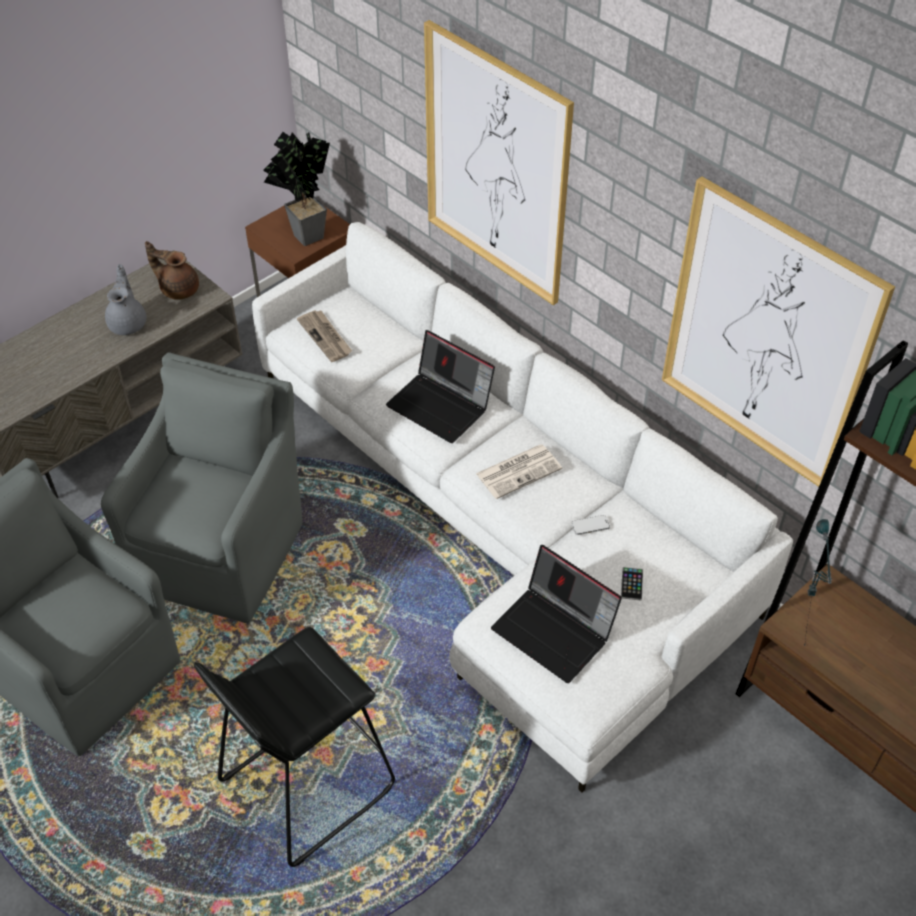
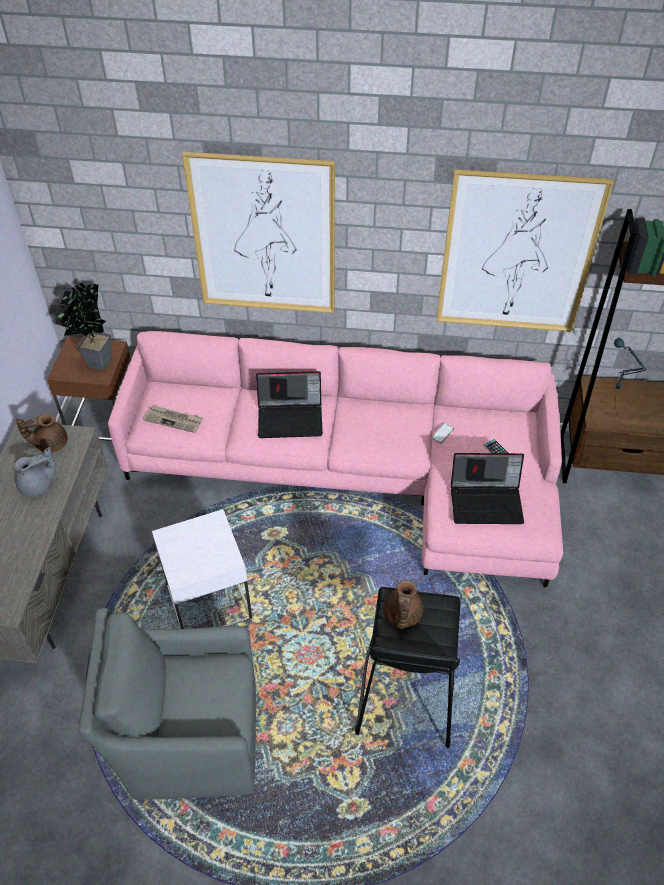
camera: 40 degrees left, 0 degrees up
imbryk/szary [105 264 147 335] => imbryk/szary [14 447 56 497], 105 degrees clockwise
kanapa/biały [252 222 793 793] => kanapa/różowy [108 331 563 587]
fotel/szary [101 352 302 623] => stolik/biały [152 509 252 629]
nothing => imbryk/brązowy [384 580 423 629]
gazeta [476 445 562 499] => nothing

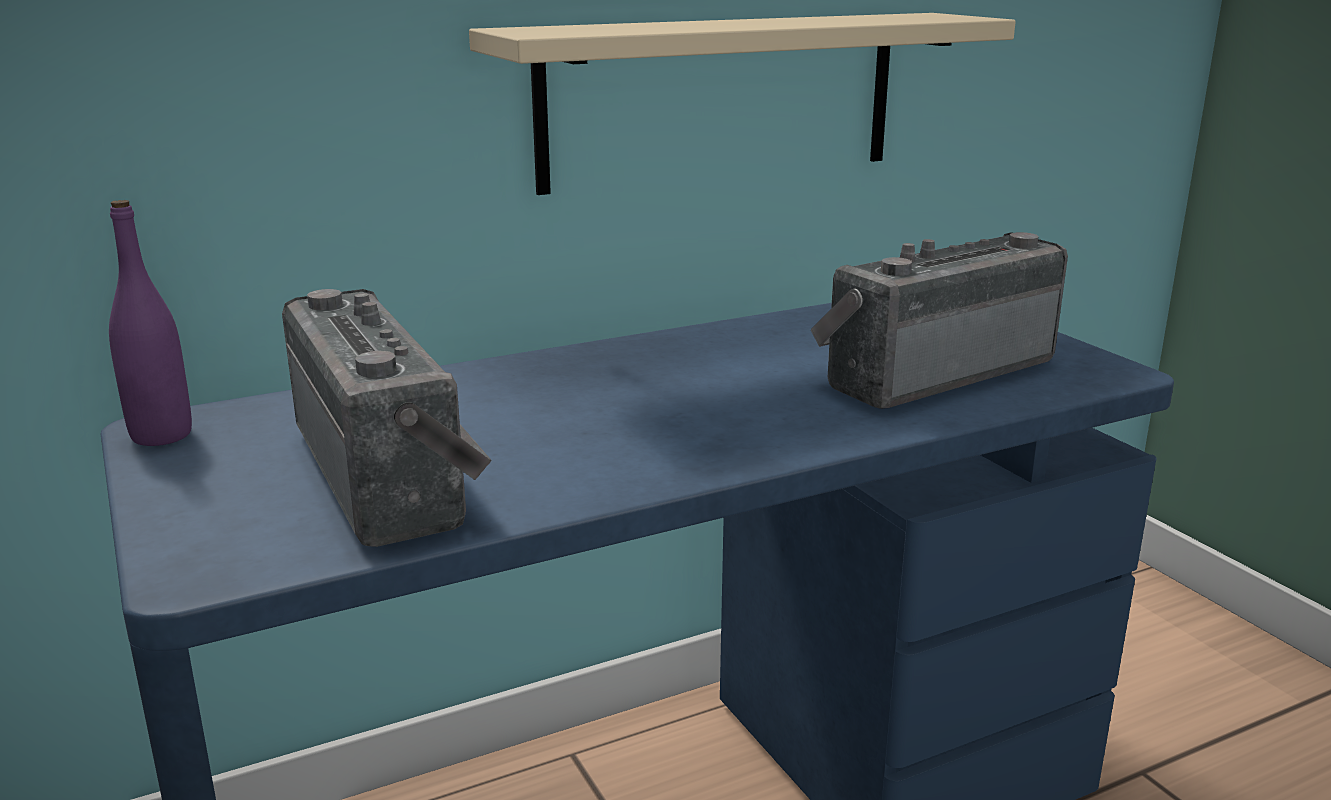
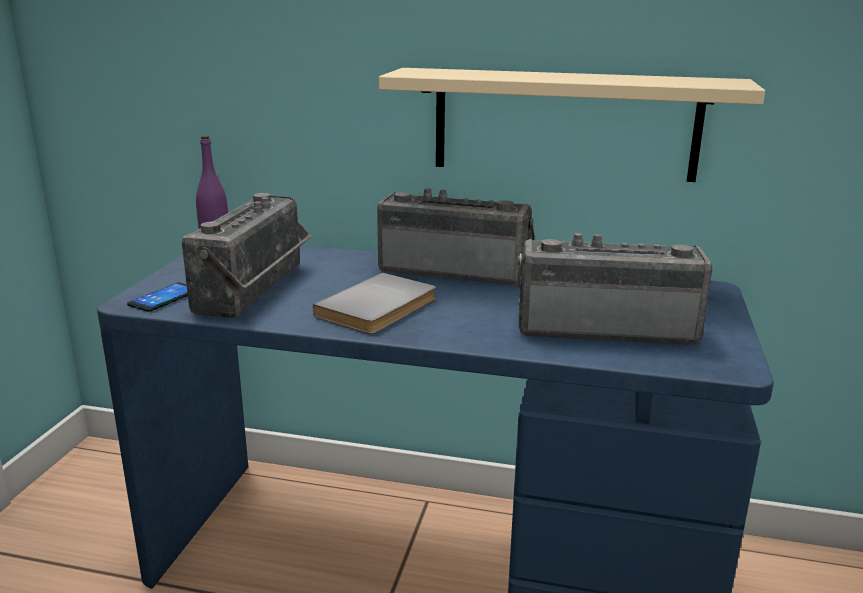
camera: 40 degrees right, 0 degrees up
nothing => telefon [127 282 188 312]
nothing => książka/szary [313 273 436 334]
nothing => radio [377 189 535 286]

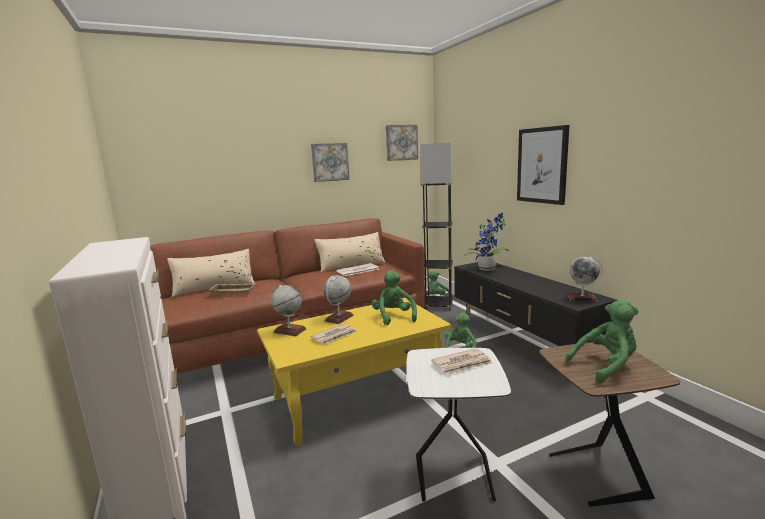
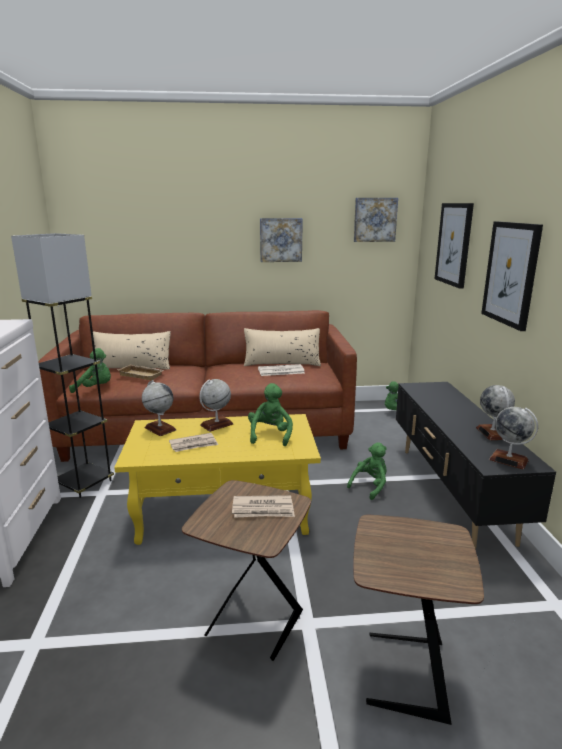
camera: 20 degrees right, 5 degrees up
lampa stojąca/szary [420 143 453 311] => lampa stojąca/szary [11 233 114 498], move
pluszak/zielony [566 299 639 383] => pluszak/zielony [69 348 111 393], move
stolik/biały [406 348 511 502] => stolik/brązowy [182 480 311 661]
nothing => obraz [435 203 474 289]
nothing => globus [476 385 515 440]
roślina doniczkowa [464 213 509 271] => nothing

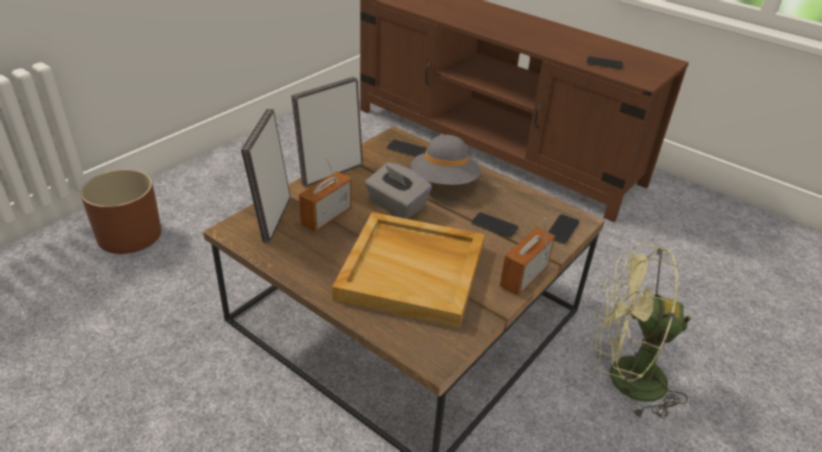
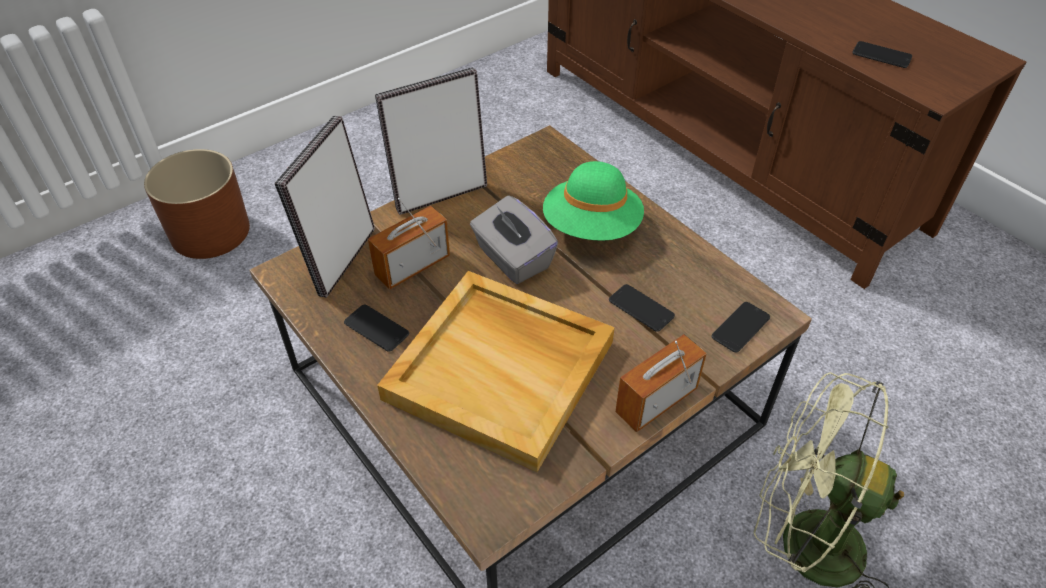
camera: 15 degrees right, 10 degrees up
telefon [387 140 427 157] => telefon [344 305 409 352], move
kapelusz/szary [411 135 481 185] => kapelusz/zielony [543 161 644 241]

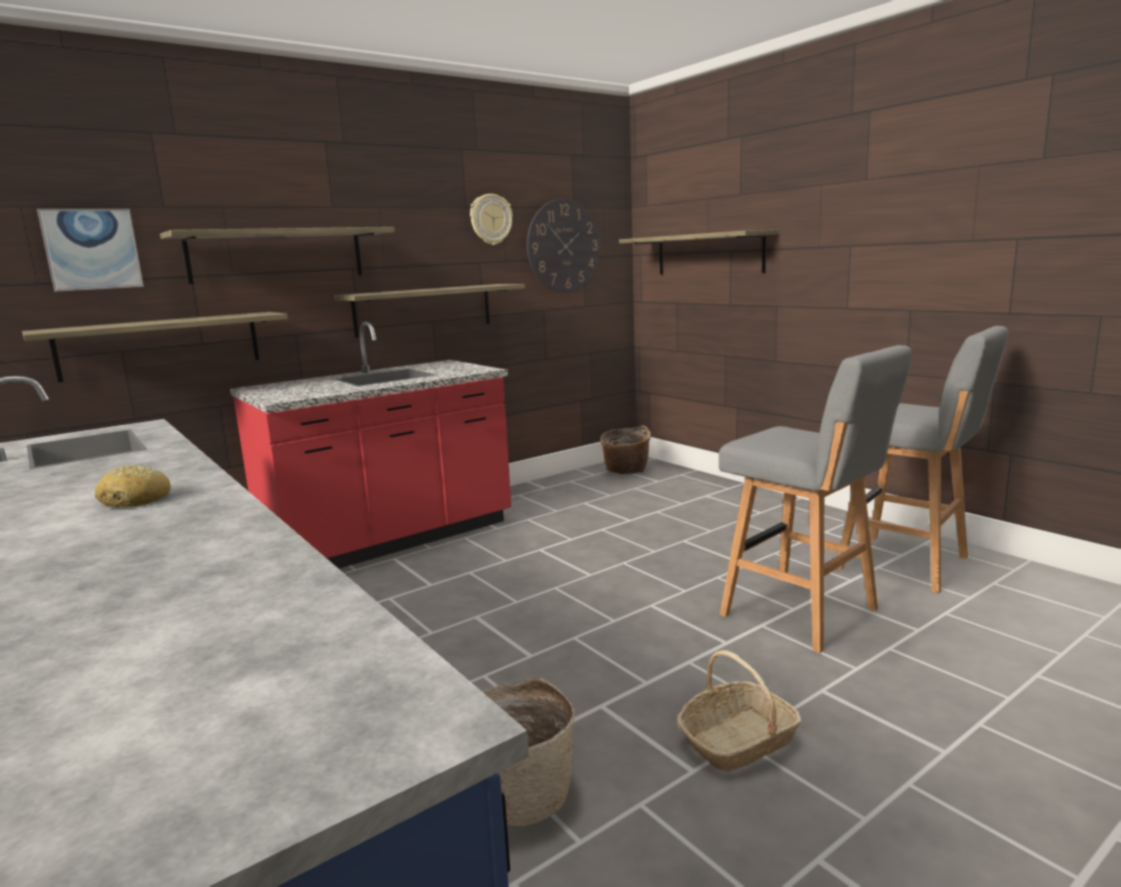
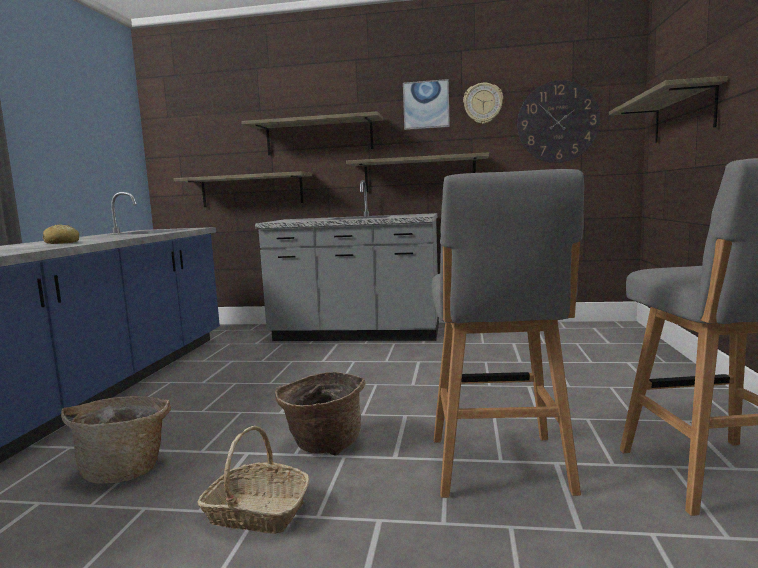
camera: 45 degrees right, 5 degrees down
zabudowa kuchenna/czerwony [230 321 511 569] => zabudowa kuchenna/szary [255 180 439 341]
koszyk [600 426 651 474] => koszyk [275 372 366 455], move
obraz [37 209 144 292] => obraz [403 79 450 130], move

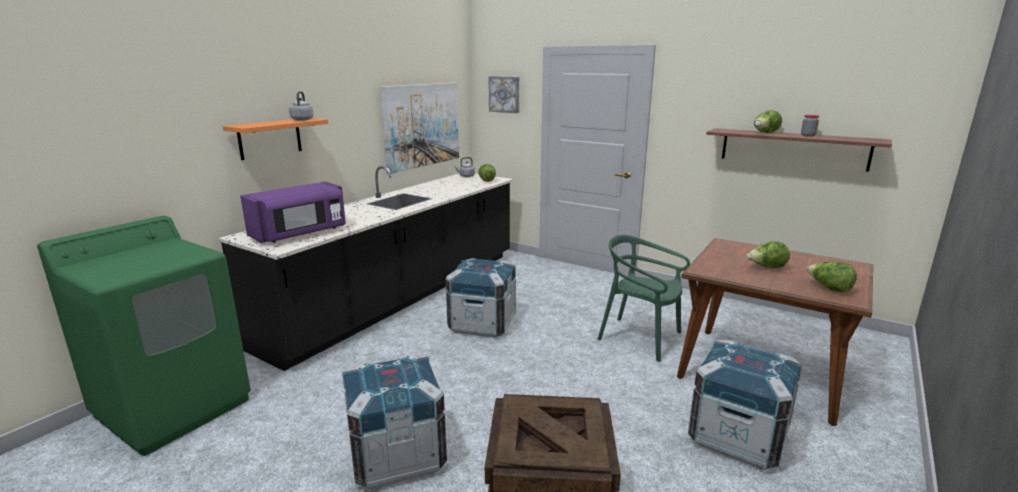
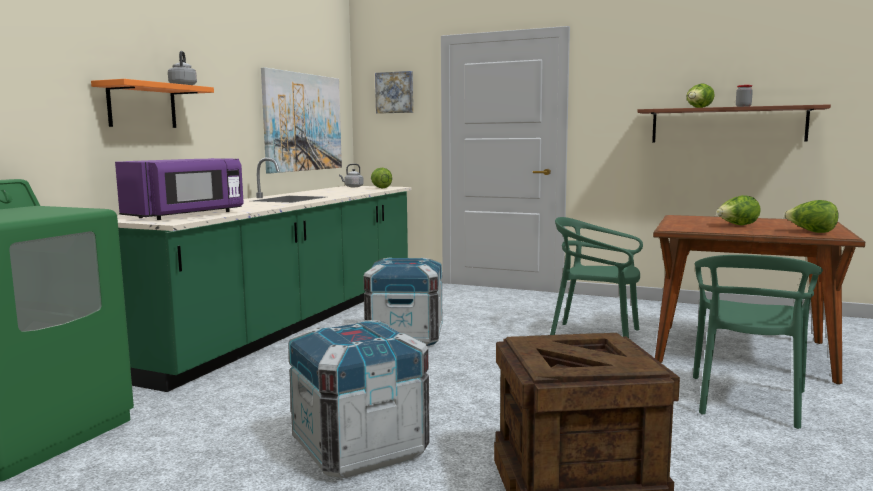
camera: 10 degrees left, 10 degrees down
zabudowa kuchenna/czarny [219 166 514 371] => zabudowa kuchenna/zielony [117 158 411 392]
skrzynka [688 340 802 469] => krzesło/zielony [693 255 823 429]

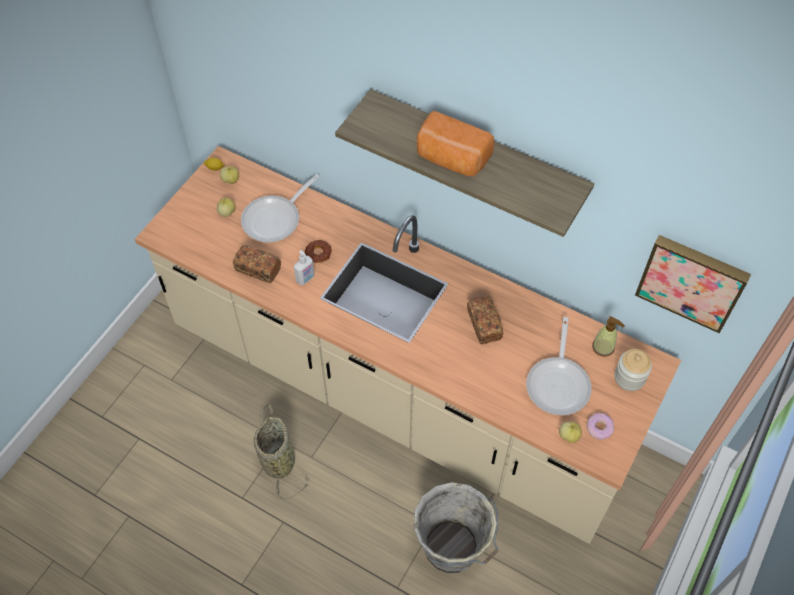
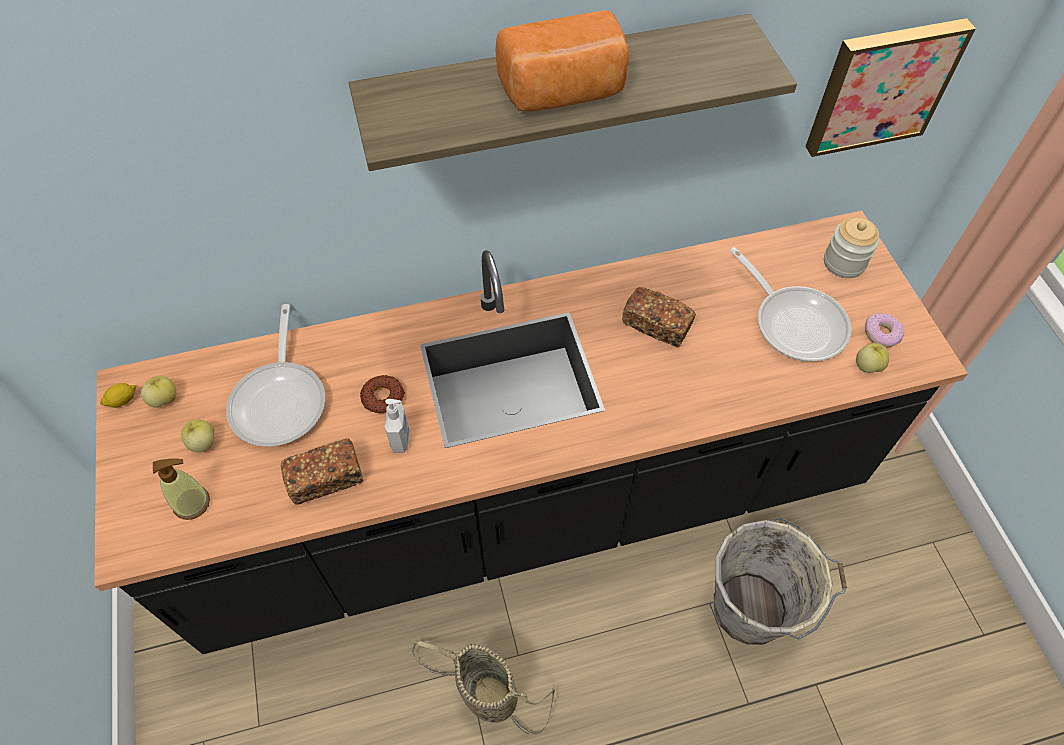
camera: 45 degrees left, 0 degrees up
zabudowa kuchenna/beżowy [135 146 681 544] => zabudowa kuchenna/czarny [94 211 968 654]
dozownik mydła [592 316 625 357] => dozownik mydła [153 458 210 520], move

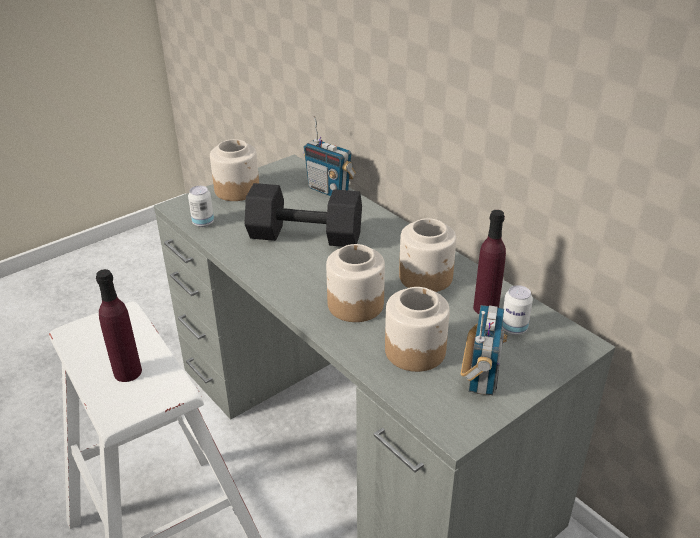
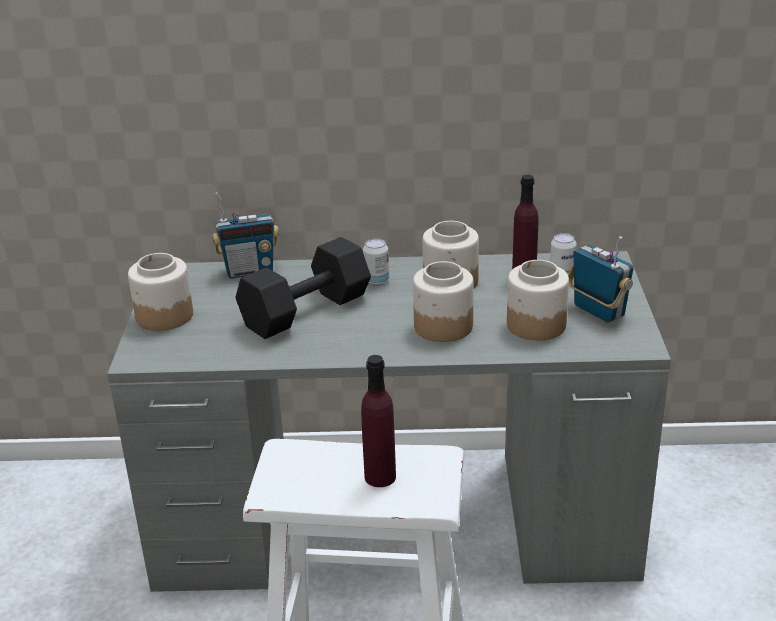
camera: 50 degrees left, 5 degrees down
puszka [188 186 214 227] => puszka [363 238 389 286], move

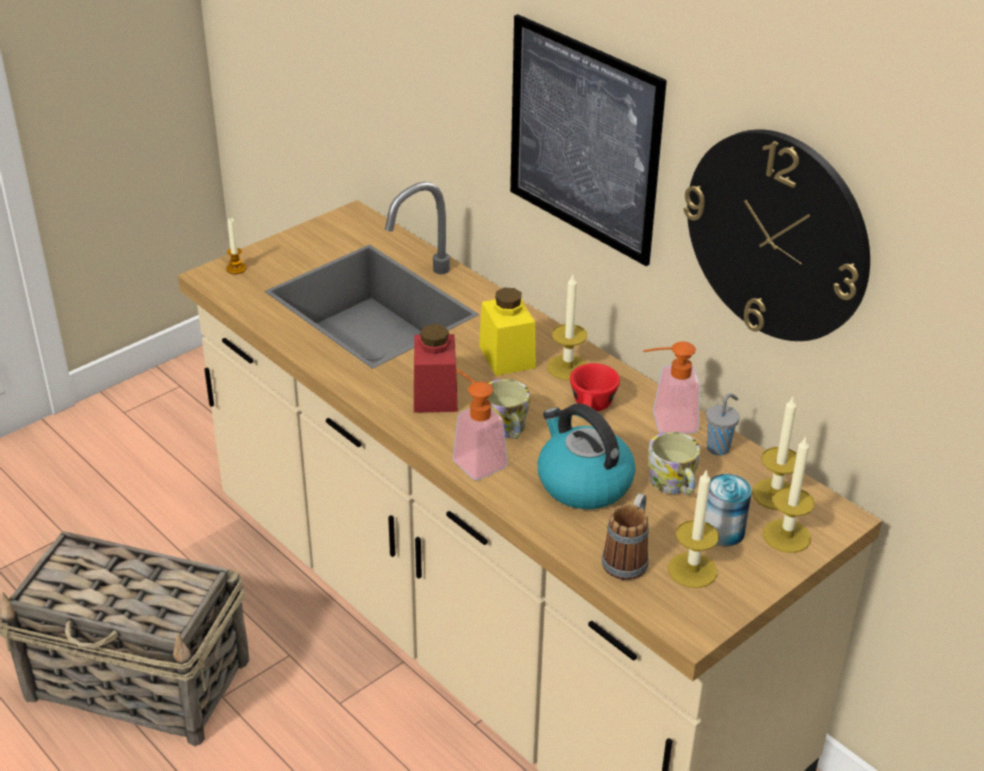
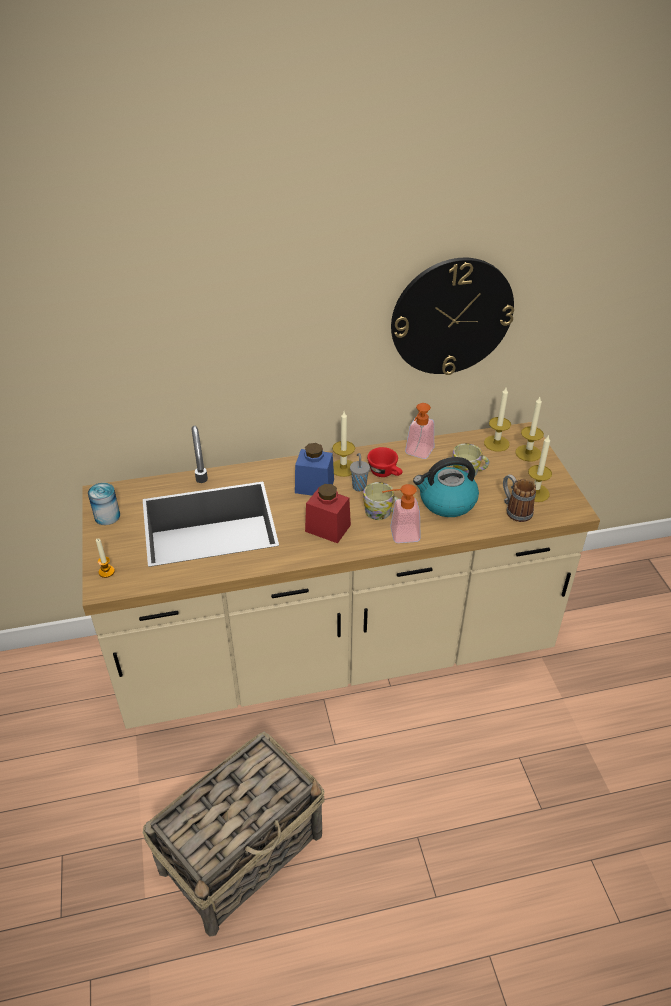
camera: 60 degrees left, 5 degrees up
puszka [705 474 752 547] => puszka [88 483 120 525], move
słoik/żółty [479 288 536 376] => słoik/niebieski [295 443 334 495]
filiżanka/szary [706 393 740 456] => filiżanka/szary [350 453 370 491], move
obraz [510 14 667 266] => nothing

